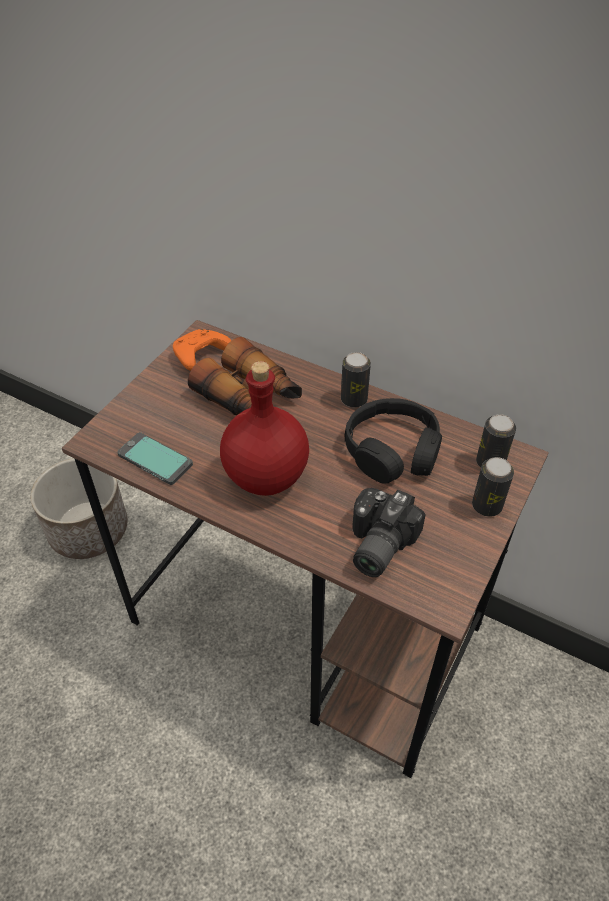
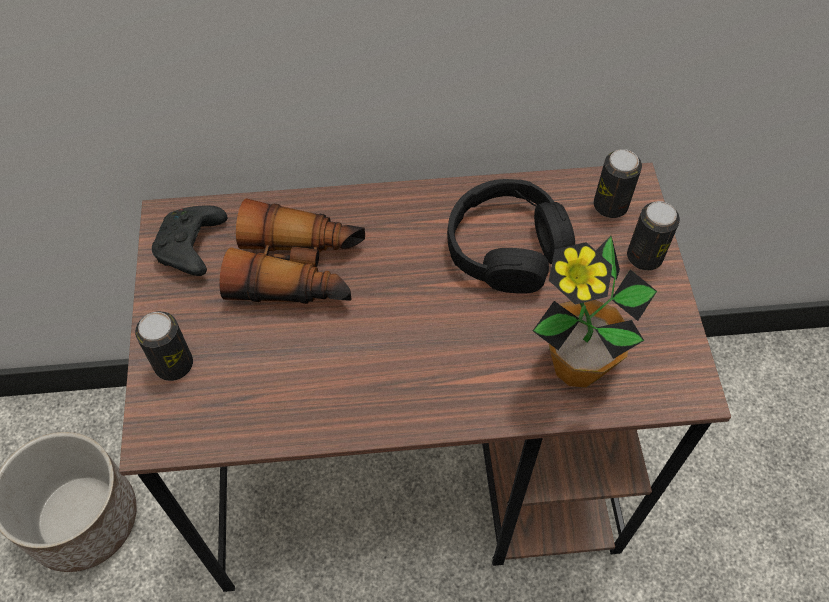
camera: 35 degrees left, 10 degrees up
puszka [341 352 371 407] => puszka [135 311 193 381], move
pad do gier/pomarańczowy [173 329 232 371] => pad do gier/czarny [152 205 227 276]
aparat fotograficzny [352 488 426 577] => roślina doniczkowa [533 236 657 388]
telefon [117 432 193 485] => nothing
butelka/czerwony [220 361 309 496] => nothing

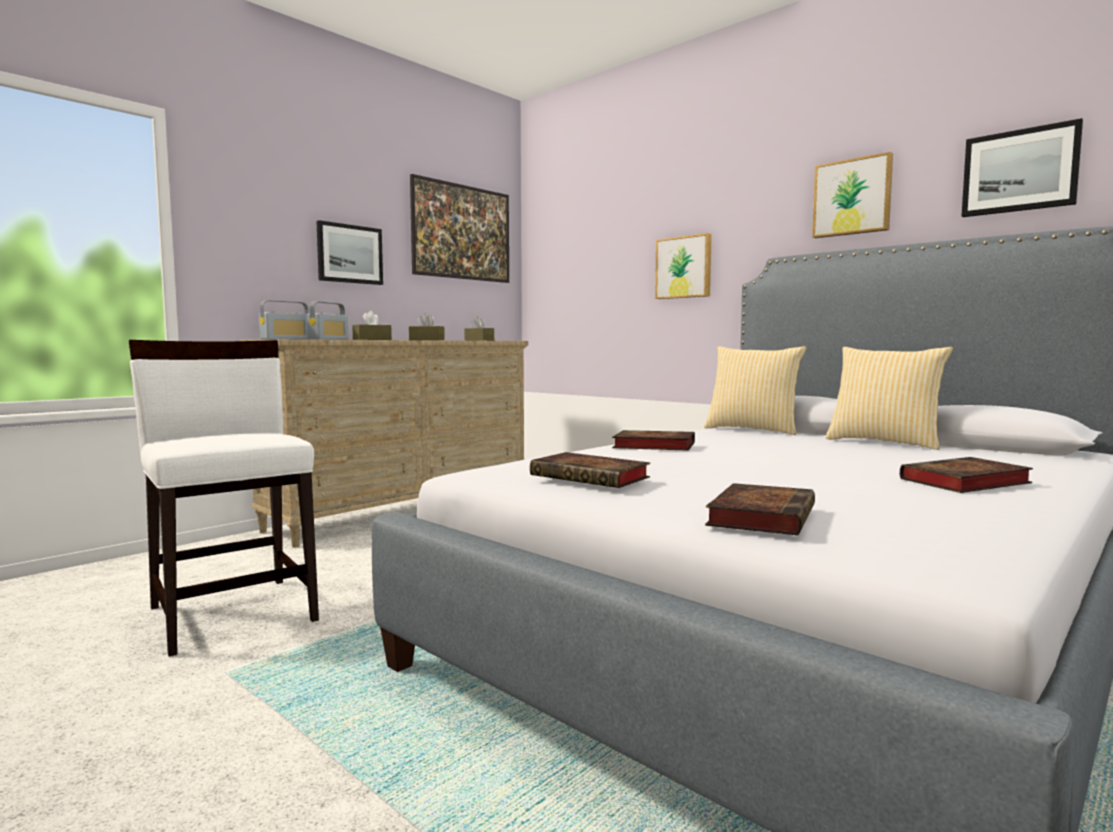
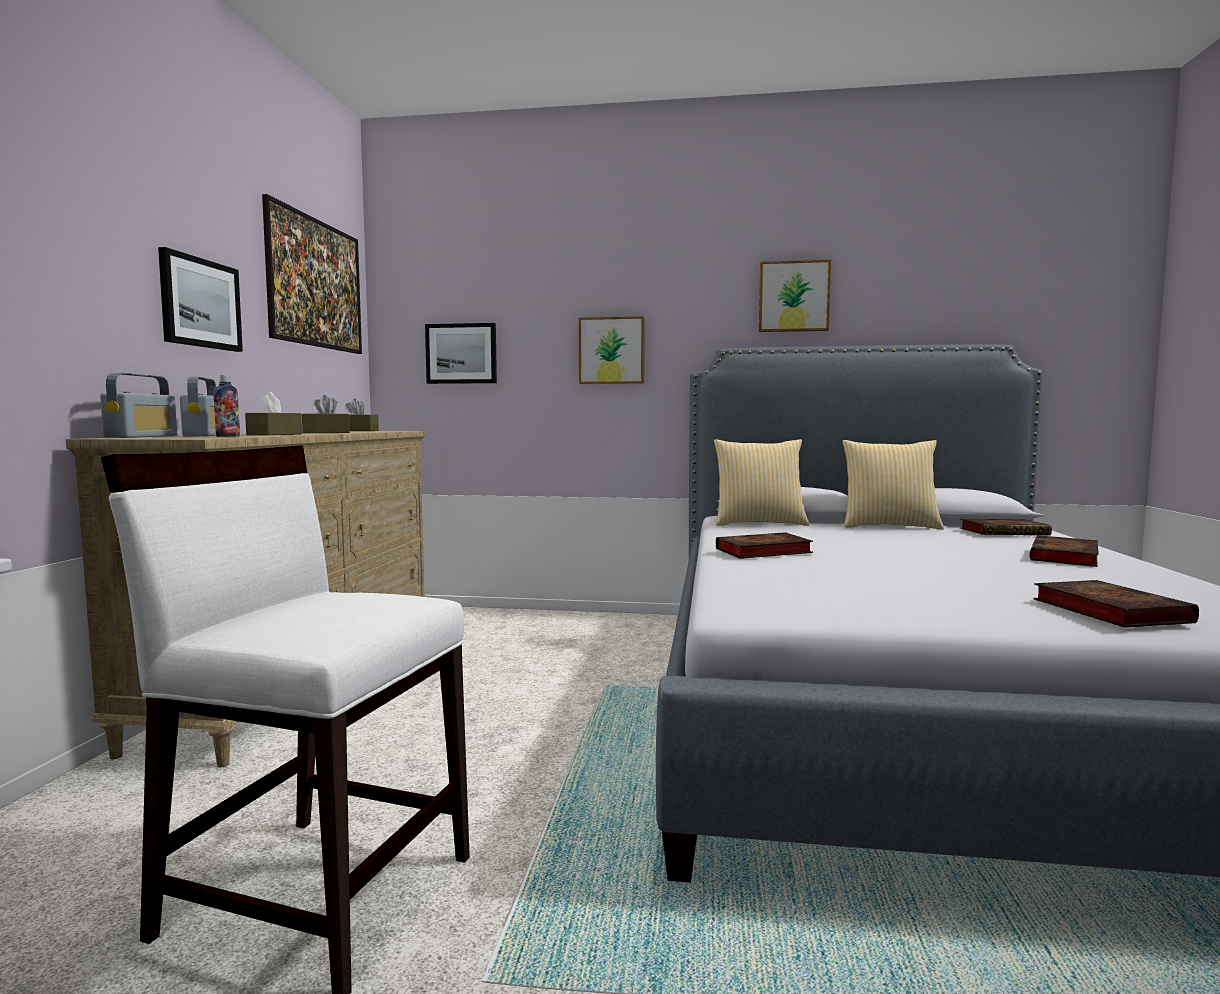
camera: 35 degrees left, 0 degrees up
nothing => butelka [214 375 240 437]
obraz [962 118 1083 217] => obraz [425 323 497 384], move
książka [530 452 650 488] => książka [960 519 1052 535], move

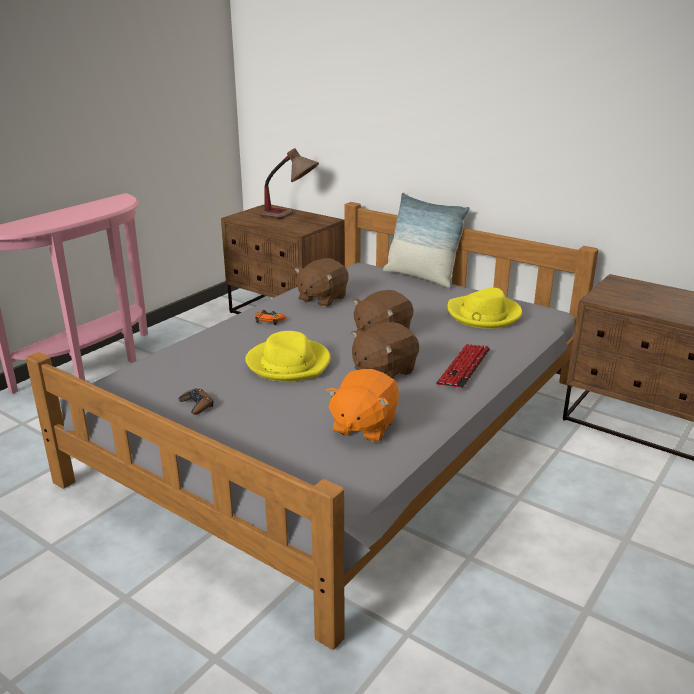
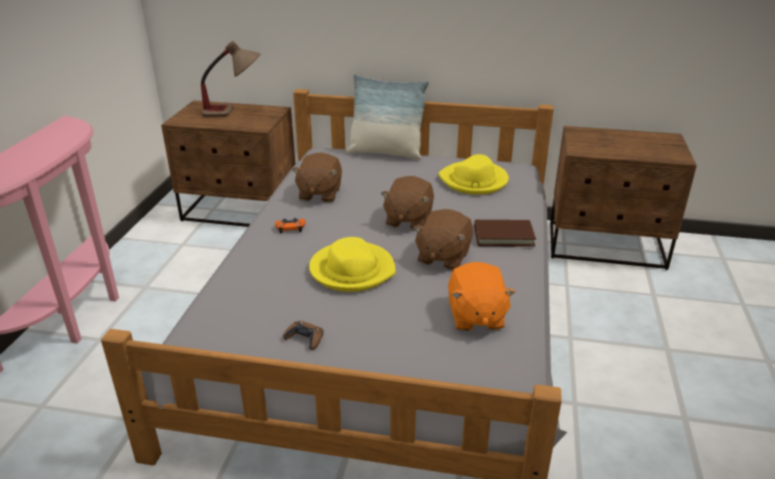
camera: 25 degrees left, 5 degrees up
klawiatura [436 344 490 388] => książka/brązowy [474 220 536 247]

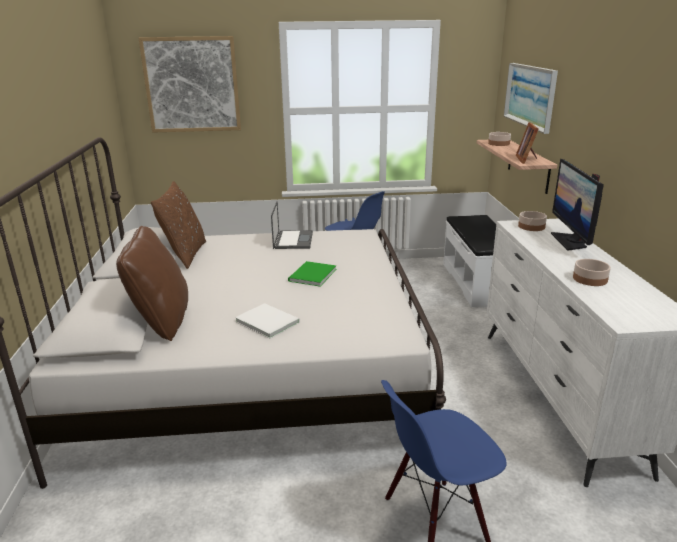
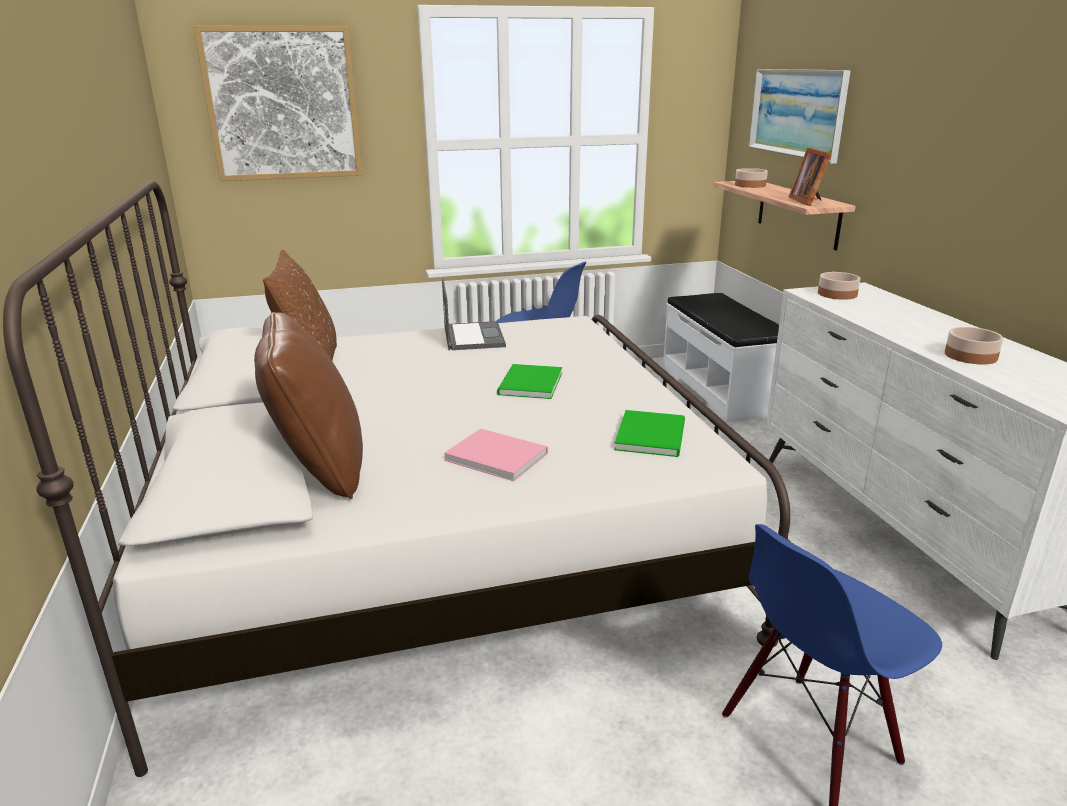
camera: 10 degrees left, 0 degrees up
książka/biały [235 303 300 339] => książka/różowy [444 428 548 481]
nothing => książka/zielony [614 410 685 457]
monitor [551 159 604 251] => nothing

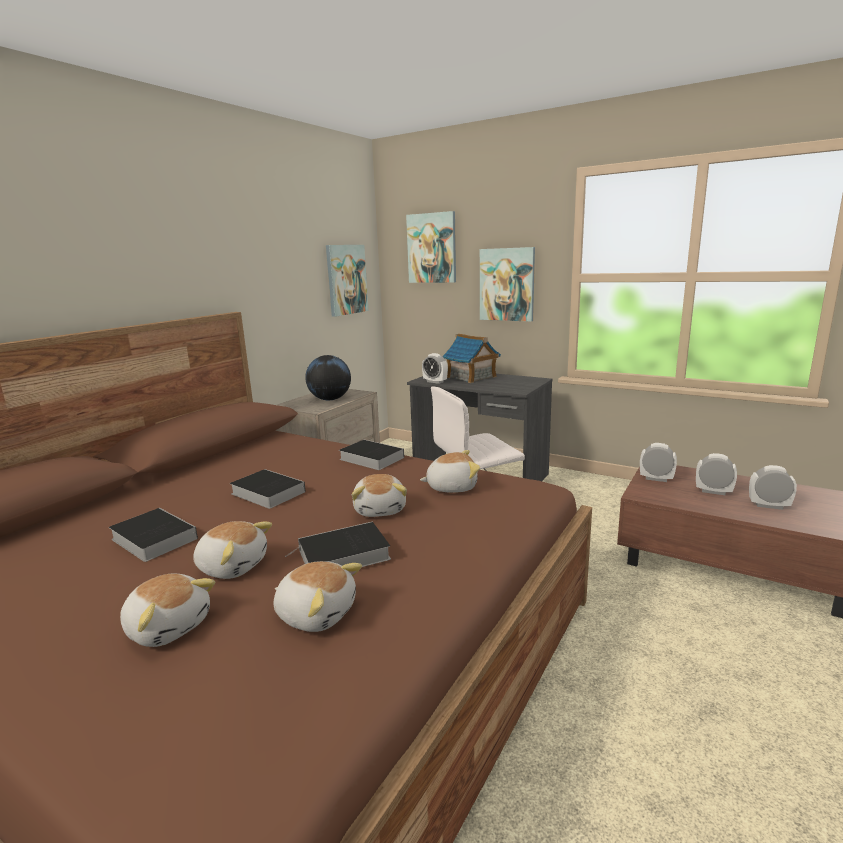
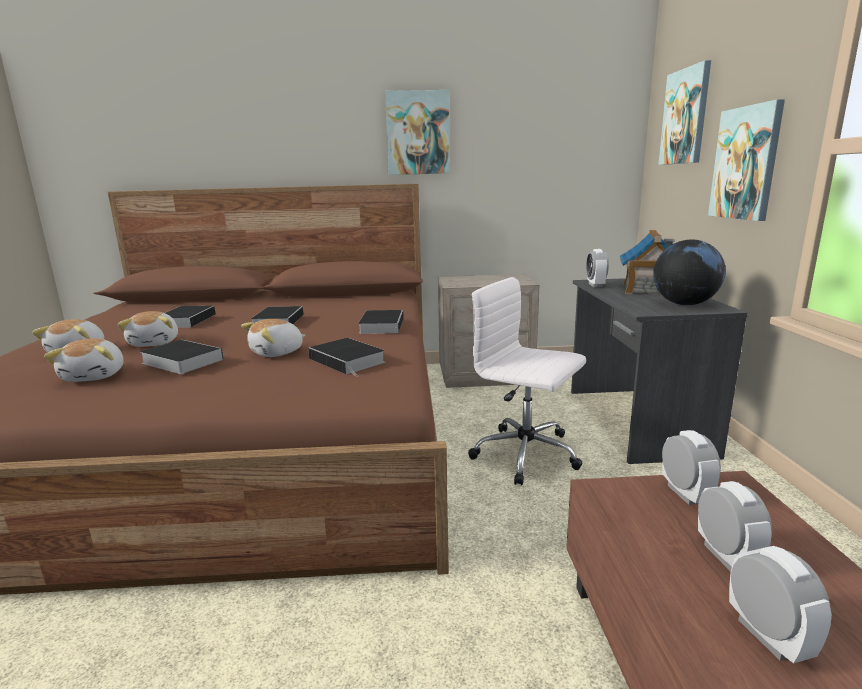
camera: 55 degrees right, 0 degrees up
pluszak [420 450 480 493] => książka [308 338 385 377]
obraz [326 245 369 317] => obraz [385 90 450 175], move
globus [305 355 351 400] => globus [653 239 726 305], move

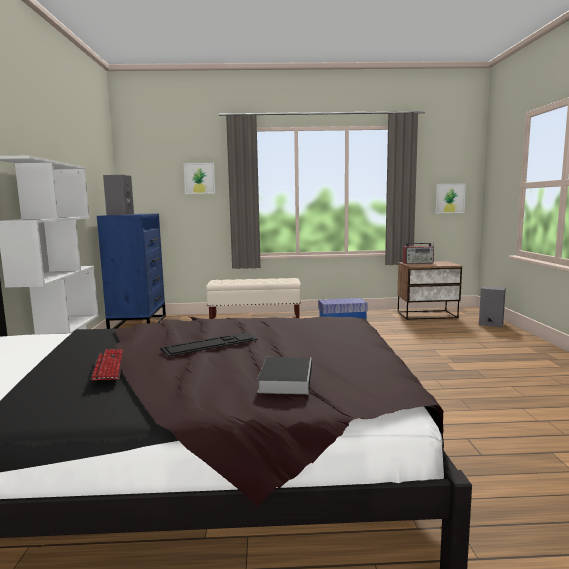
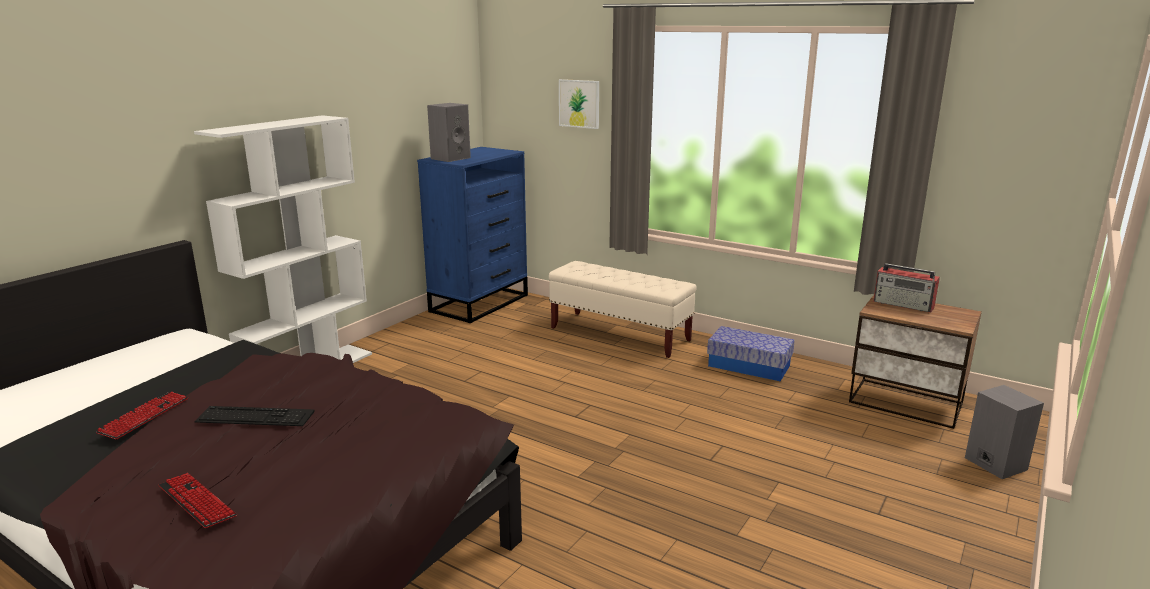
camera: 35 degrees right, 10 degrees up
książka [257 357 312 394] => klawiatura [159 473 237 528]
obraz [435 183 466 213] => nothing

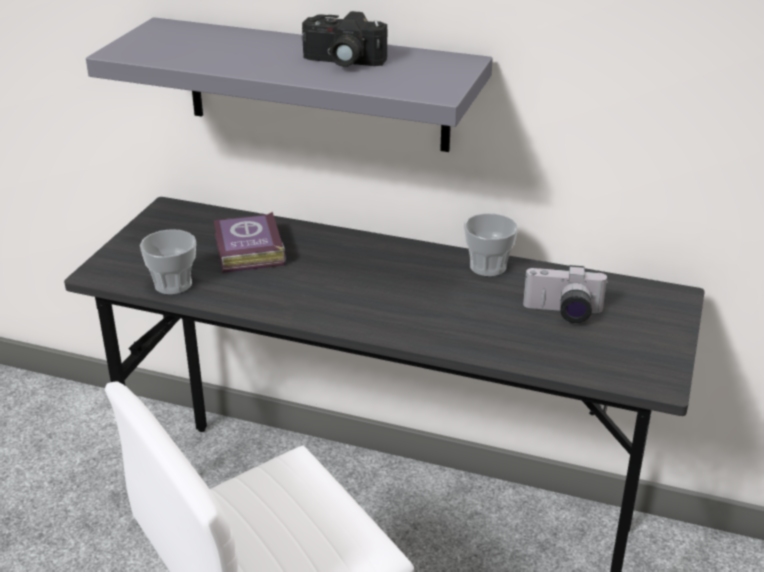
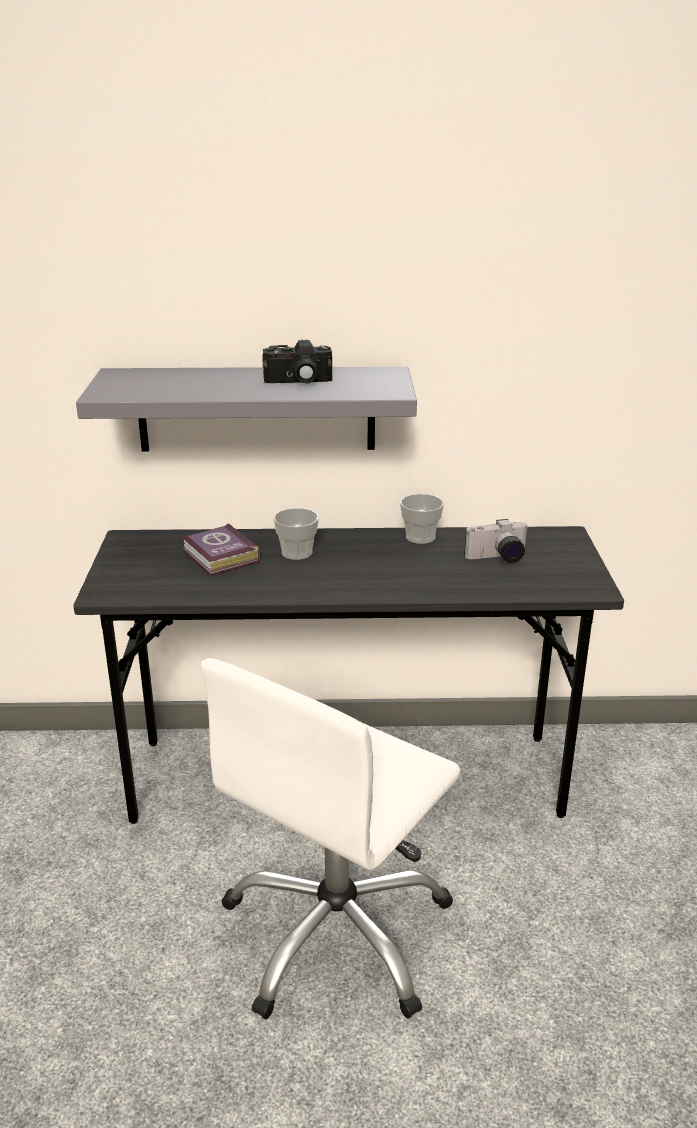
camera: 20 degrees left, 5 degrees down
filiżanka [140 229 196 294] => filiżanka [273 508 319 560], move

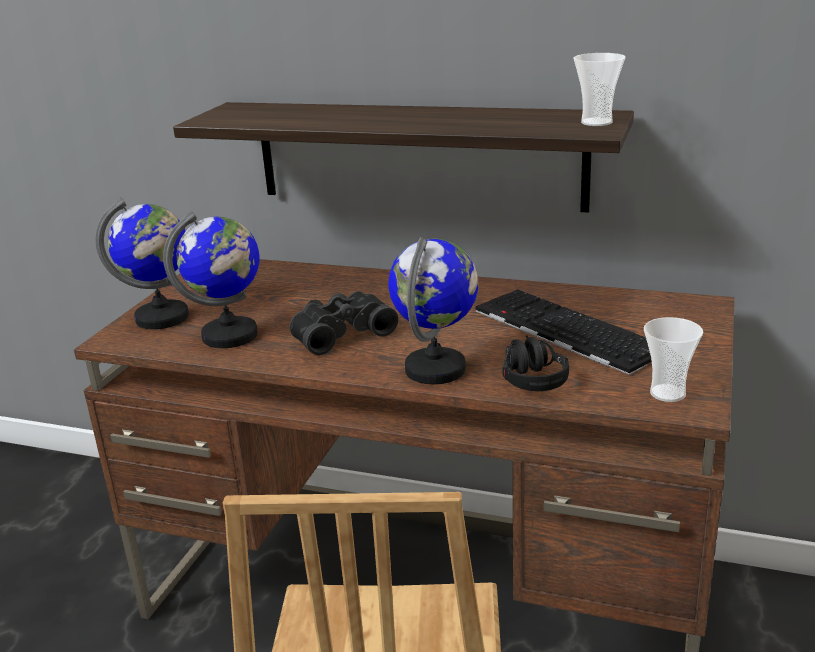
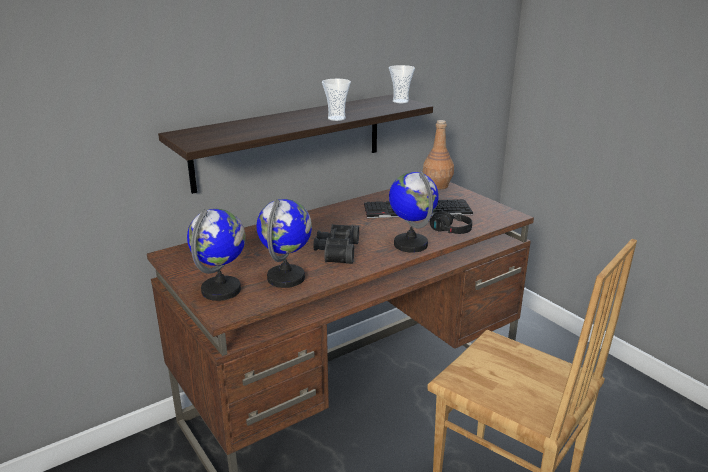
camera: 55 degrees left, 0 degrees up
filiżanka [644 317 703 402] => filiżanka [322 79 351 121], move
nothing => butelka/brązowy [423 120 454 190]

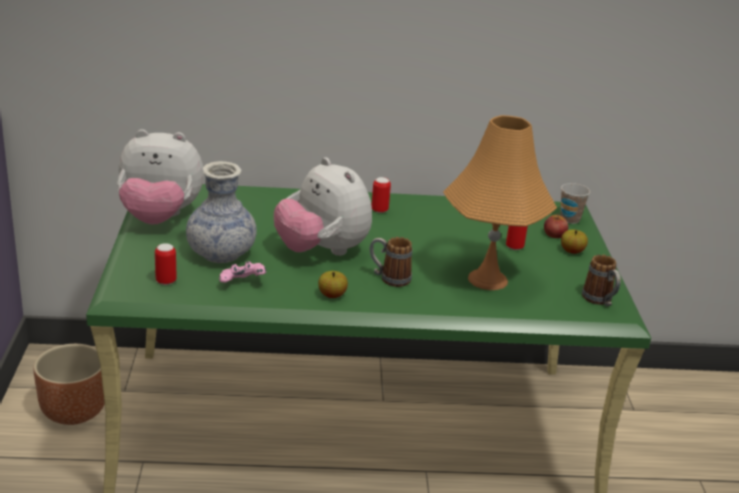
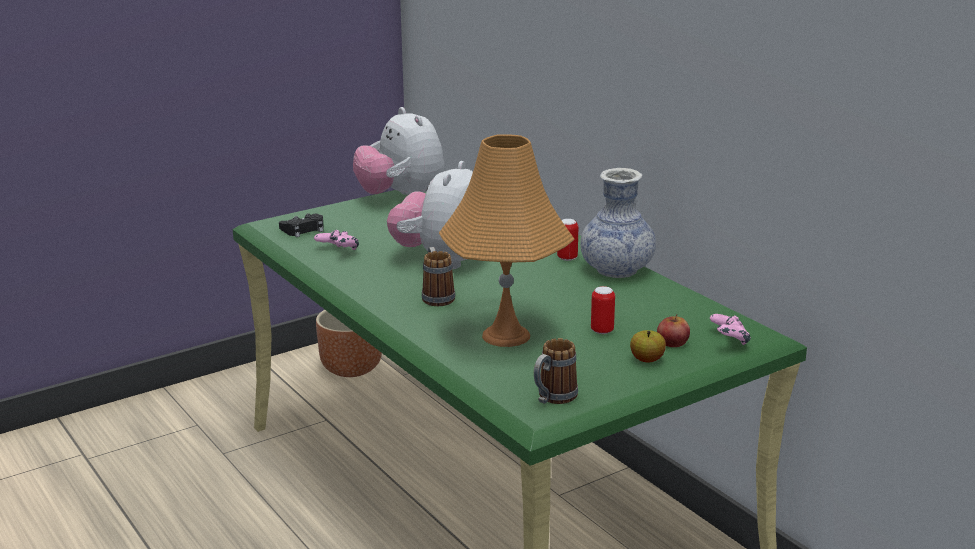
camera: 60 degrees right, 5 degrees down
puszka [155 243 177 285] => pad do gier/czarny [279 213 324 237]
wazon [186 161 257 263] => wazon [580 168 656 278], move
filiżanka [560 183 590 224] => pad do gier/różowy [710 314 751 345]
jabłko [318 271 348 298] => nothing

